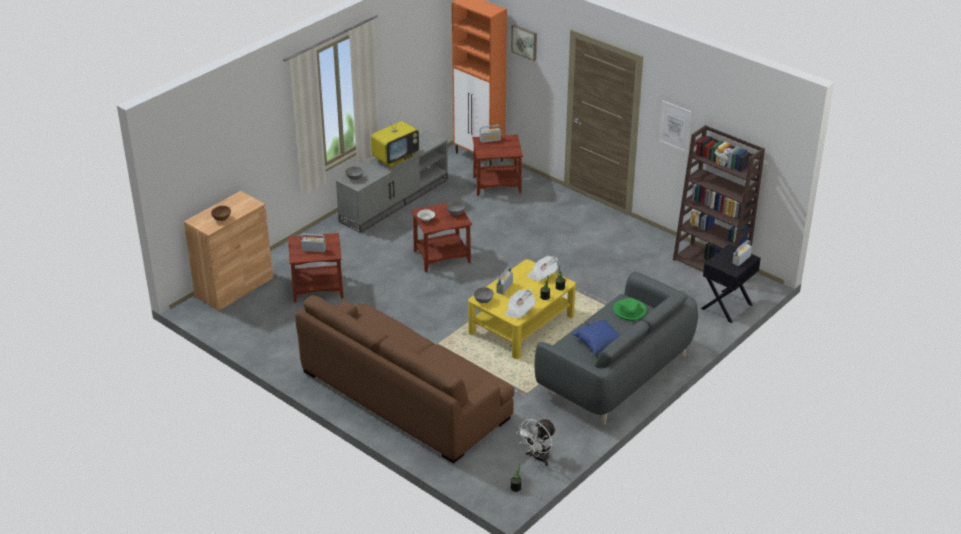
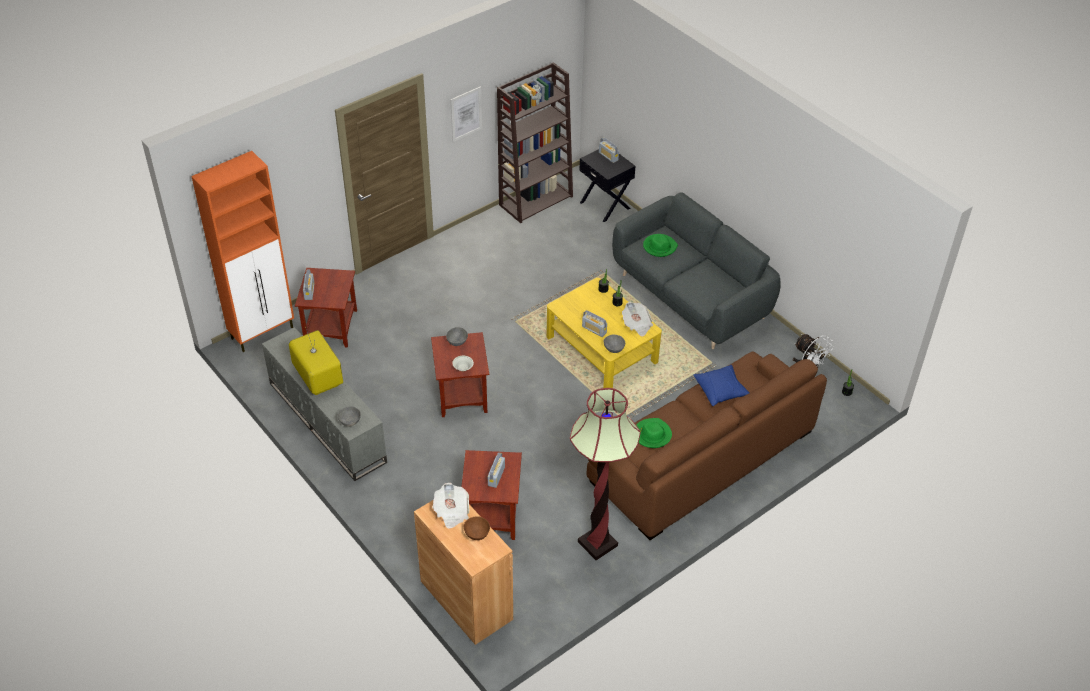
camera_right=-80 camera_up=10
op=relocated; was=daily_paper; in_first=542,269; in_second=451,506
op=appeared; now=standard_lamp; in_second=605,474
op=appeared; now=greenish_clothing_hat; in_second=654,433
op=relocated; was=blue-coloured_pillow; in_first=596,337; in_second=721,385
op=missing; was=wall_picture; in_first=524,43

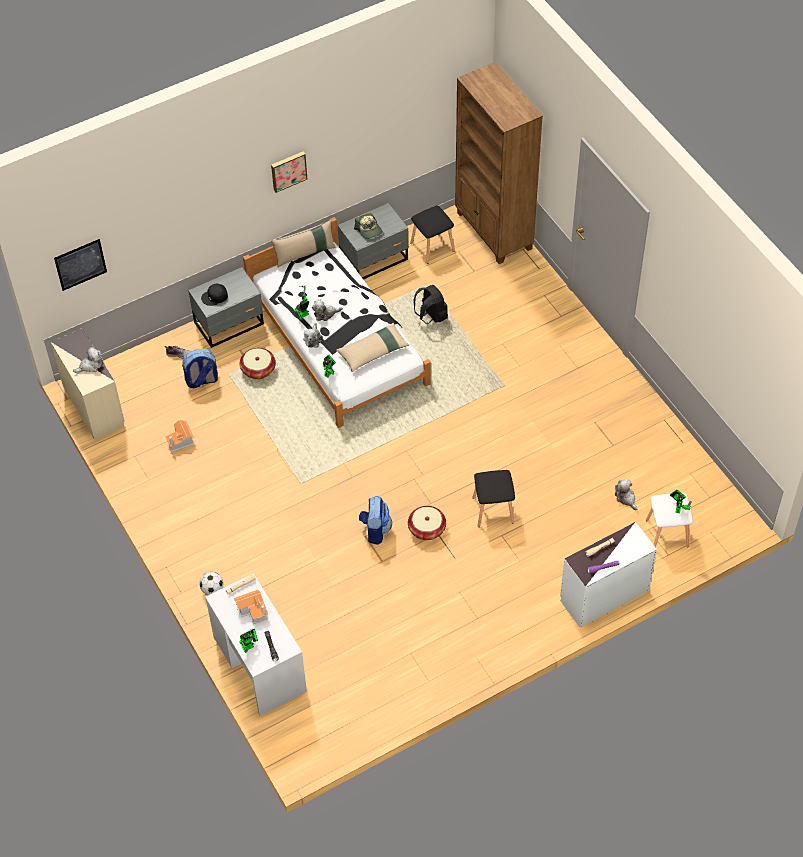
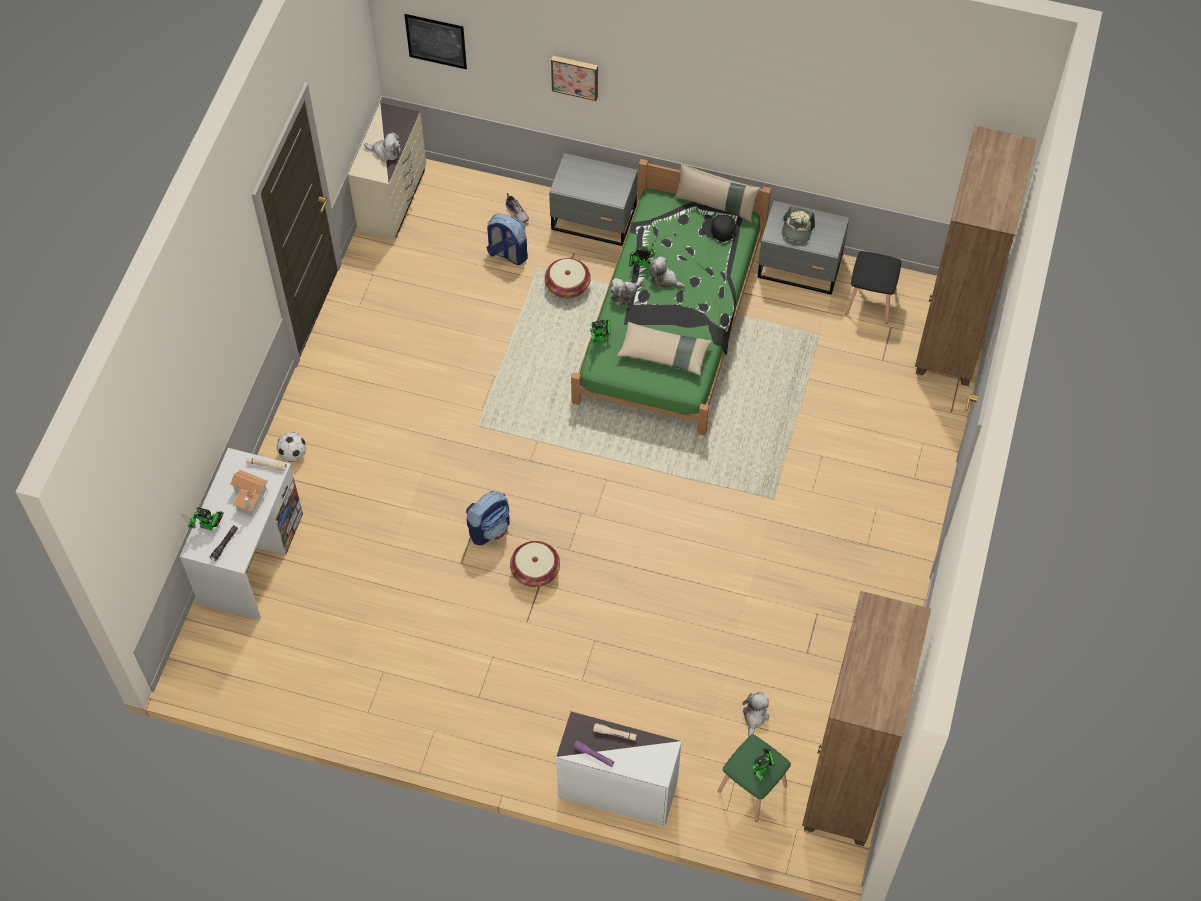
camera_right=45 camera_up=5
op=relocated; was=wall_picture; in_first=289,172; in_second=574,78
op=colour; was=white-coloured_sleeping_bed; now=greenish_sleeping_bed; in_first=337,322; in_second=671,297
op=relocated; was=black_peaked_cap; in_first=214,295; in_second=719,228
op=colour; was=white-coloured_stool; now=greenish_stool; in_first=669,520; in_second=754,778
op=appeared; now=brown-coloured_shelving_unit; in_second=866,718
op=missing; was=miniature_house; in_first=179,436
op=missing; was=black_rucksack; in_first=430,304
op=missing; was=black_stool; in_first=493,498

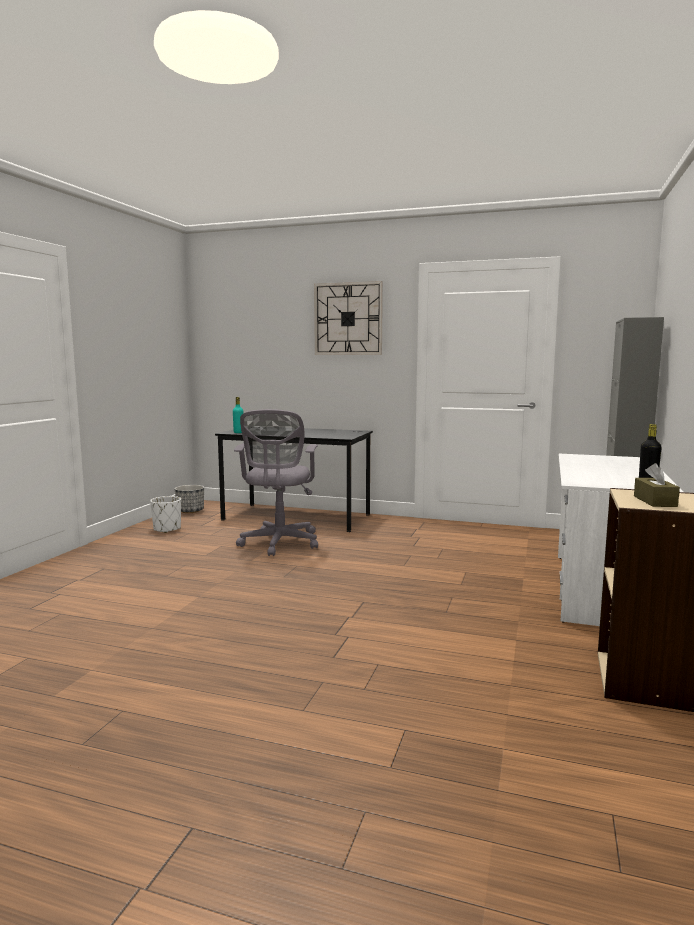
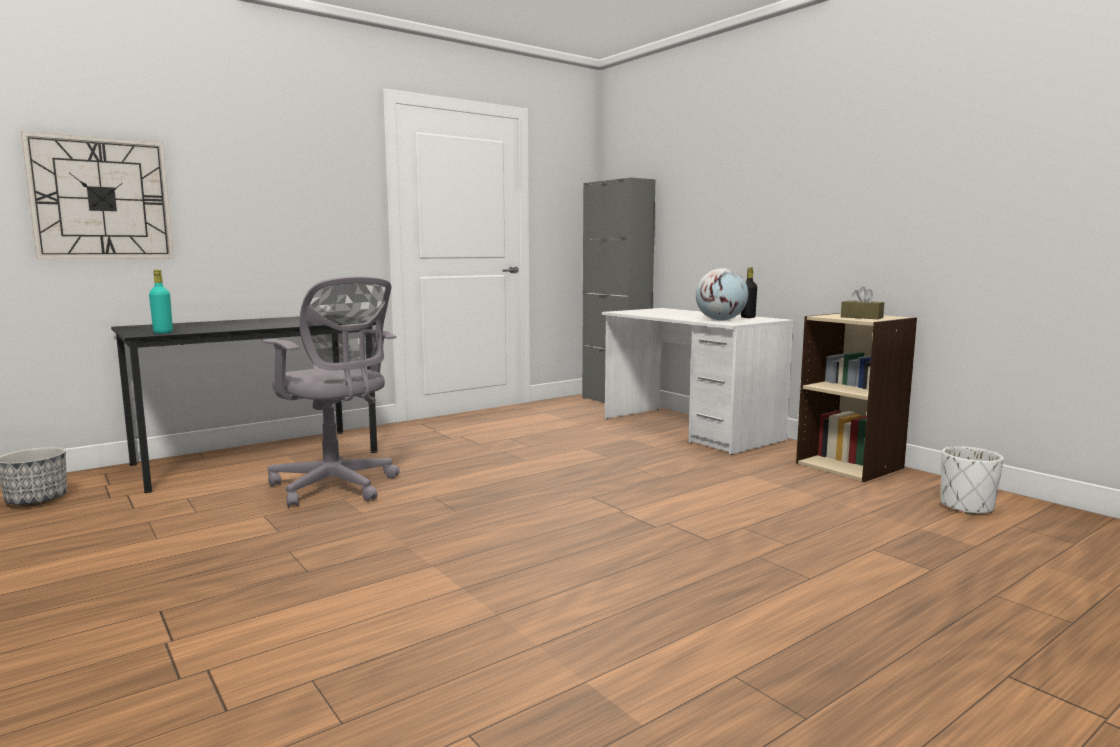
camera_right=-55 camera_up=0
op=relocated; was=clock_on_the_wall; in_first=348,318; in_second=97,195
op=appeared; now=globe; in_second=722,294
op=relocated; was=white-coloured_planter; in_first=165,514; in_second=972,480

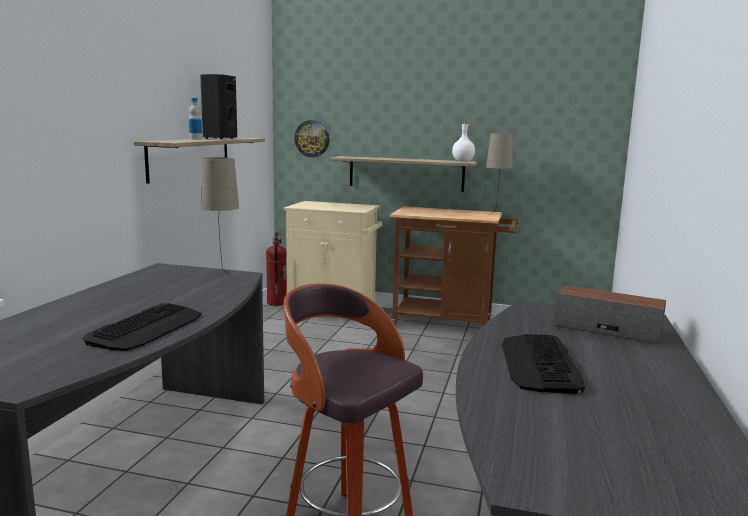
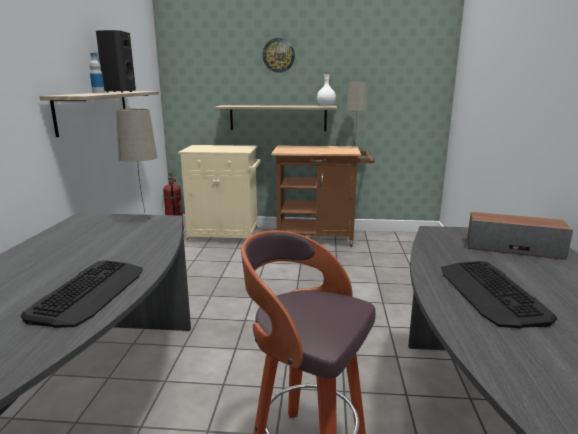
camera_right=-10 camera_up=5
op=relocated; was=clock_on_the_wall; in_first=312,138; in_second=278,55

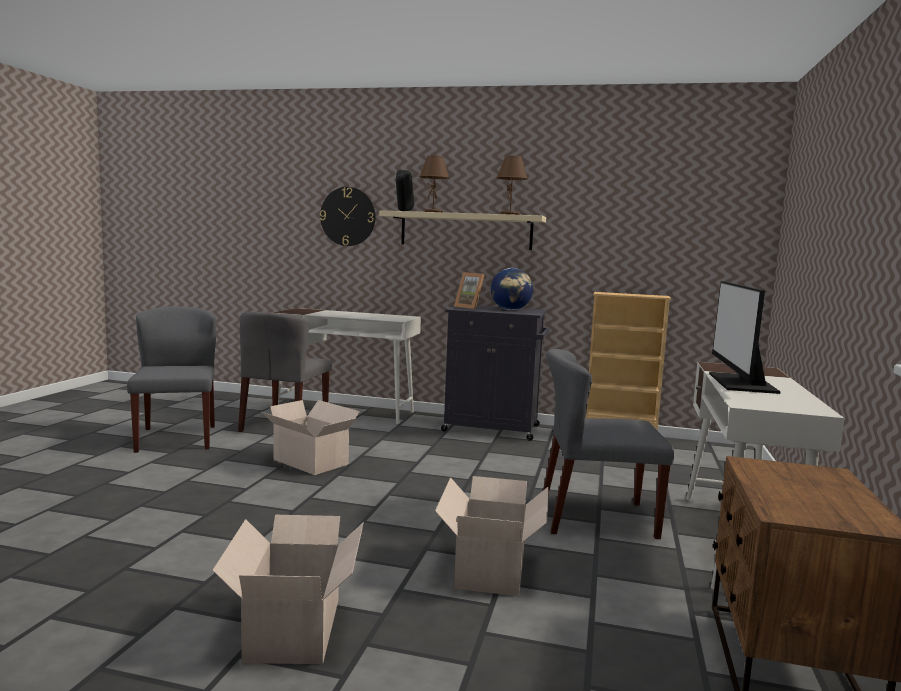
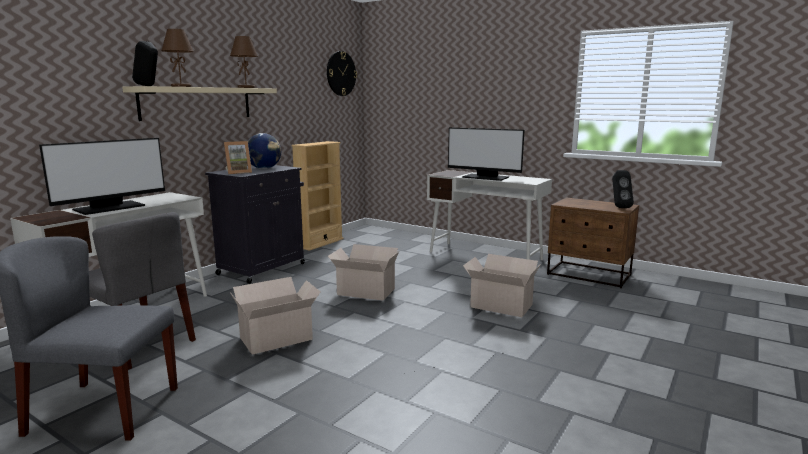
camera_right=-70 camera_up=5
op=appeared; now=computer_display; in_second=102,176
op=relocated; was=clock_on_the_wall; in_first=348,216; in_second=342,73
op=relocated; was=carton; in_first=288,589; in_second=363,272
op=appeared; now=black_audio_speaker; in_second=623,189
op=missing; was=gray_chair; in_first=608,444

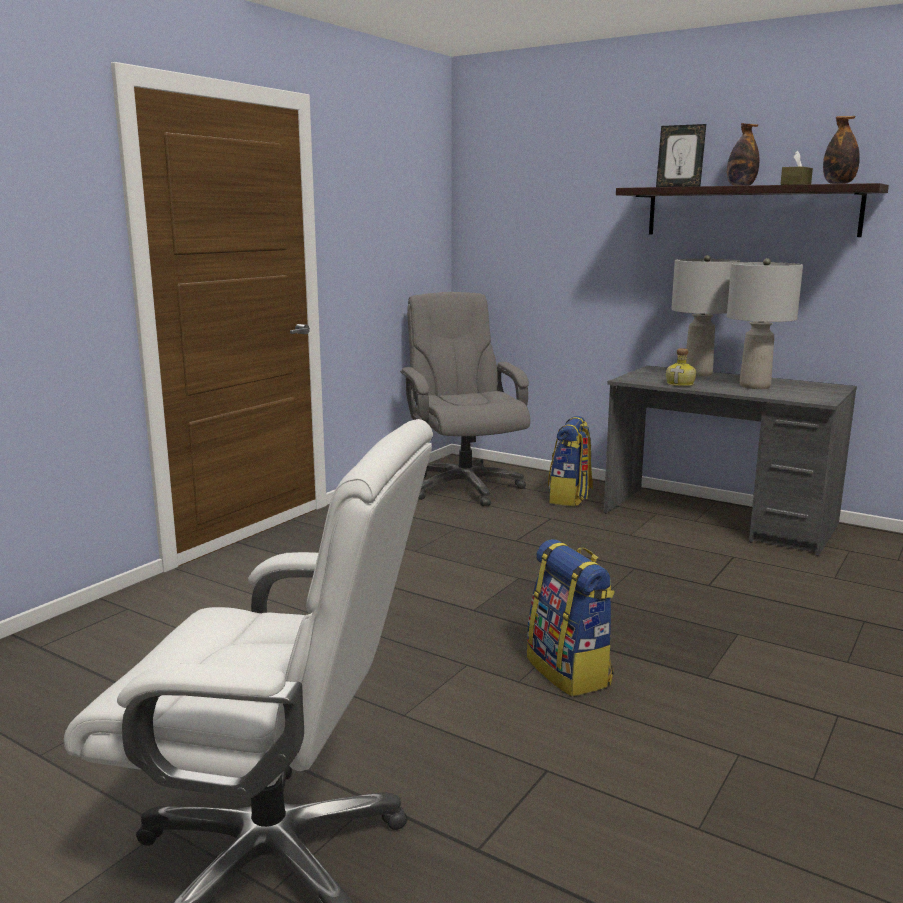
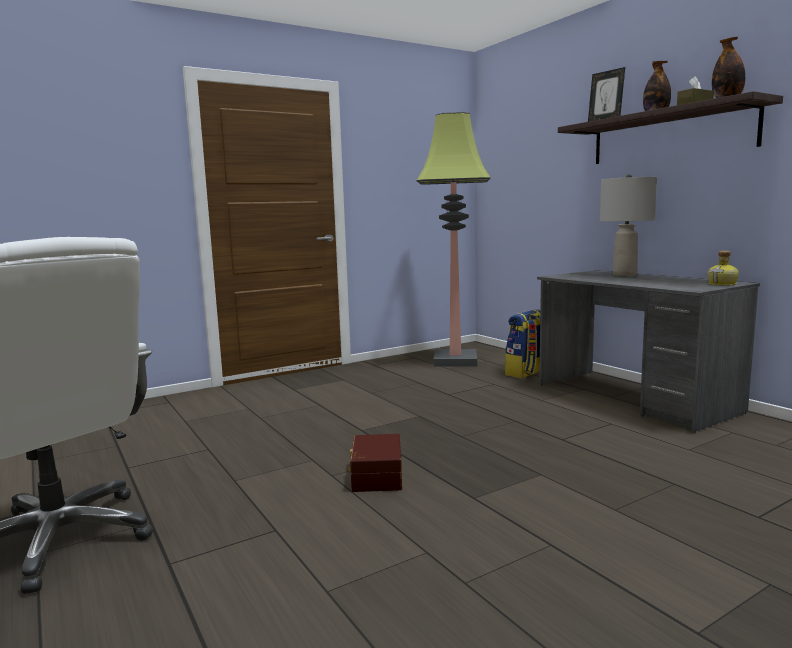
camera_right=25 camera_up=-5
op=exchanged; was=rucksack; now=brown-coloured_storage_bin; in_first=571,618; in_second=375,463
op=exchanged; was=gray_office_chair; now=standard_lamp; in_first=465,399; in_second=453,239
op=relocated; was=beverage_bottle; in_first=681,367; in_second=723,268
op=missing; was=gray_table_lamp; in_first=765,323

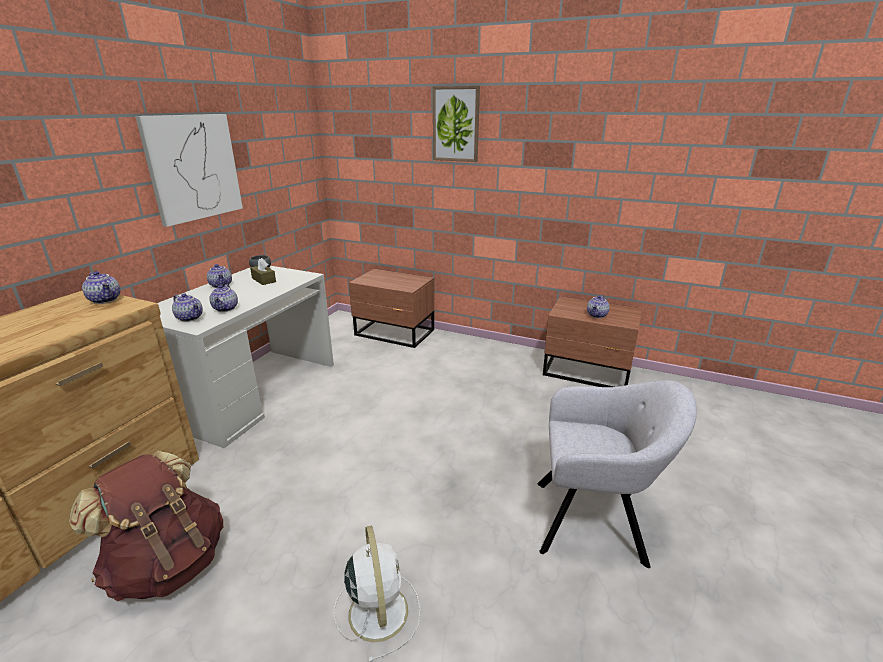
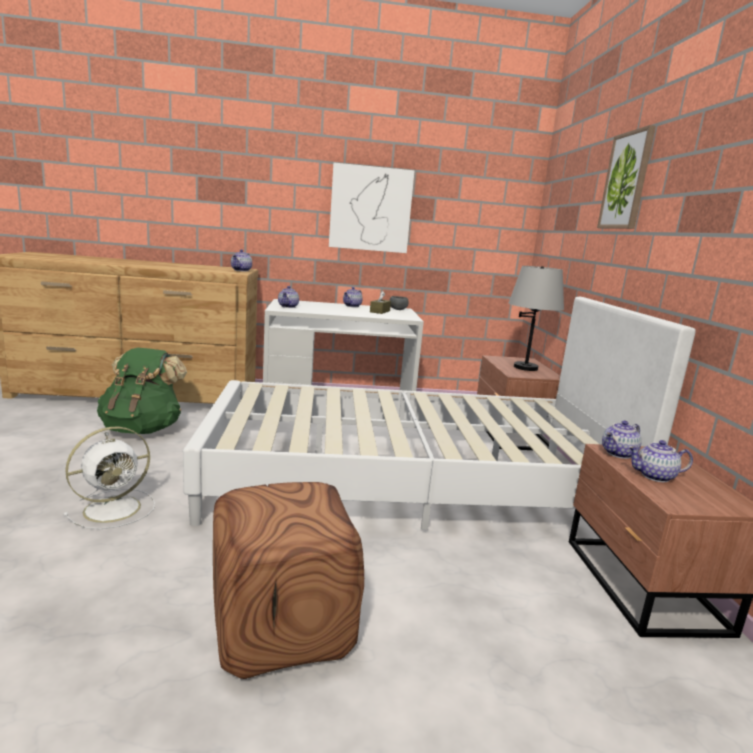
camera_right=60 camera_up=-10
op=colour; was=brown-coloured_rucksack; now=greenish_rucksack; in_first=146,526; in_second=142,391
op=appeared; now=white-coloured_sleeping_bed; in_second=439,413
op=exchanged; was=gray_armchair; now=brown-coloured_footrest; in_first=617,474; in_second=288,580
op=appeared; now=gray_table_lamp; in_second=536,318
op=relocated; was=tea_pot; in_first=223,298; in_second=622,440

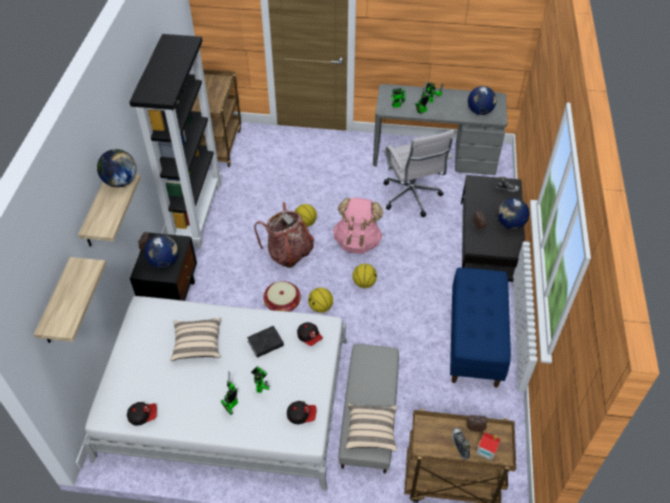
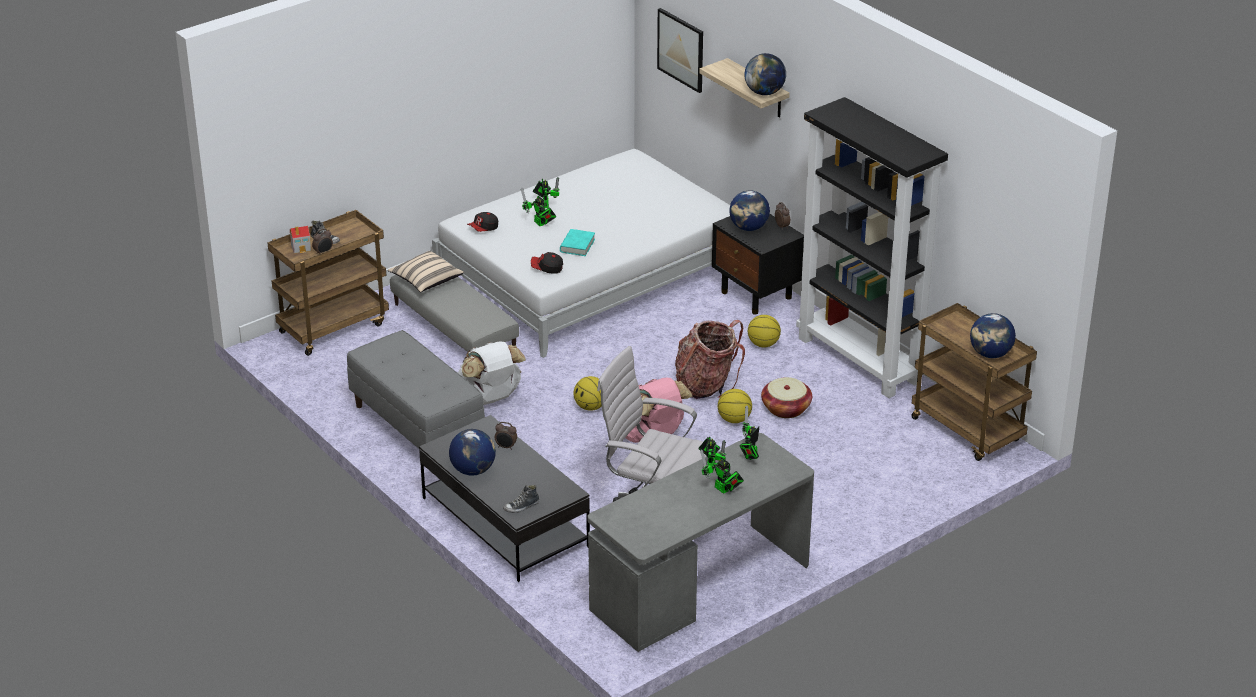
camera_right=135 camera_up=-15
op=colour; was=blue-coloured_indoor_bench; now=gray_indoor_bench; in_first=480,327; in_second=416,389
op=appeared; now=white-coloured_rucksack; in_second=492,373
op=colour; was=black_bound_book; now=turquoise-coloured_bound_book; in_first=265,342; in_second=577,242
op=exchanged; was=wall_shelf; now=wall_picture; in_first=70,300; in_second=680,50
op=relocated; was=basketball_ball; in_first=320,300; in_second=764,331
op=relocated; was=storage_basket; in_first=282,296; in_second=786,397
op=relocated; was=globe; in_first=482,100; in_second=993,335
op=missing; was=peaked_cap; in_first=142,414
op=missing; was=sand-coloured_pillow; in_first=196,339

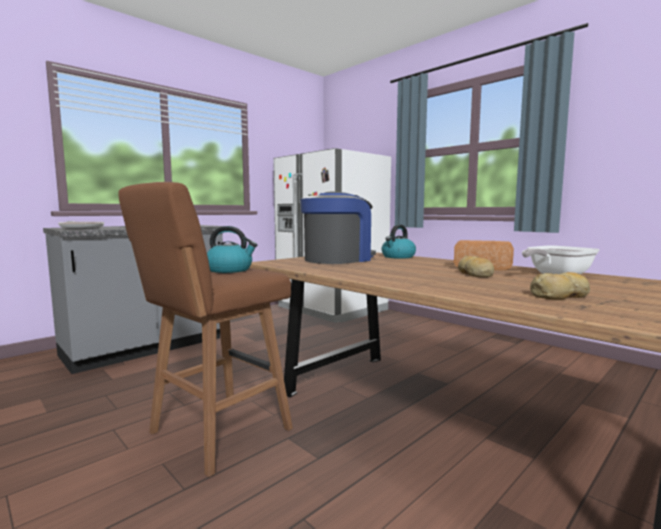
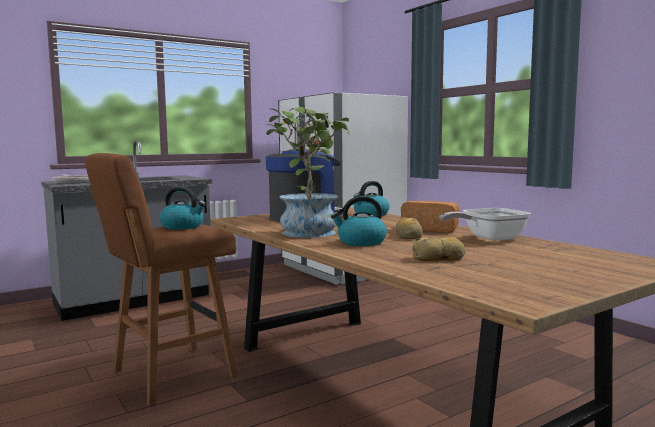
camera_right=10 camera_up=0
op=appeared; now=plant_in_a_pot; in_second=308,172
op=appeared; now=water_kettle; in_second=359,221

